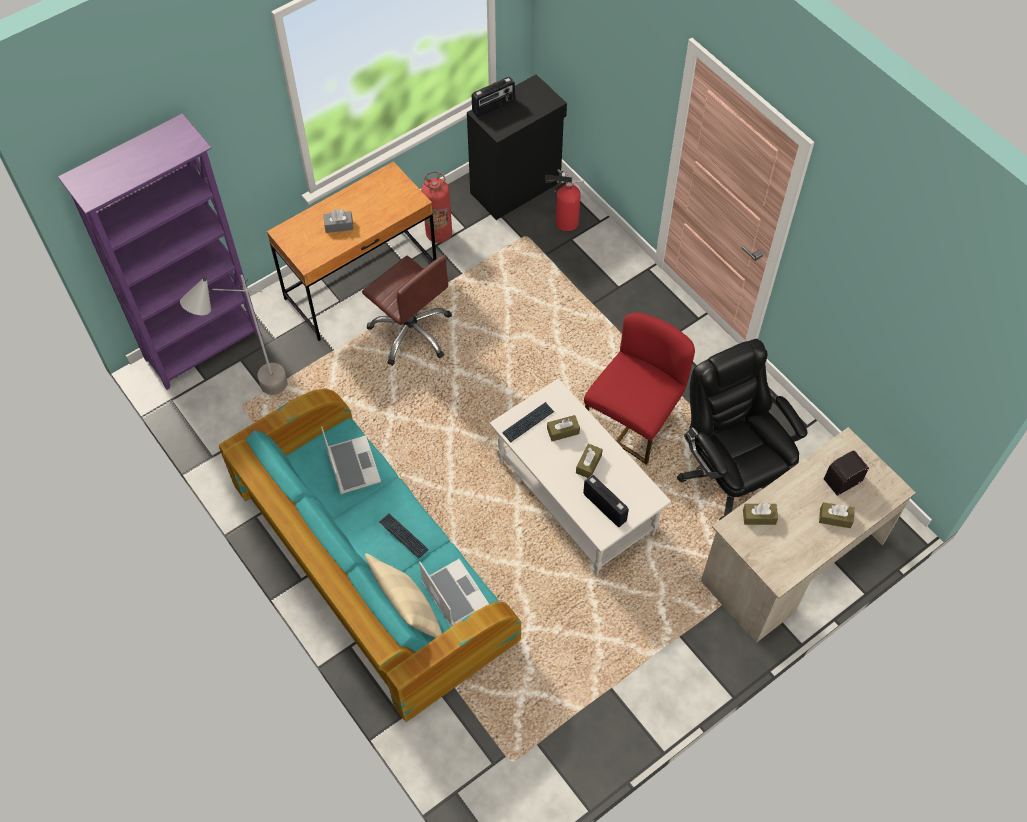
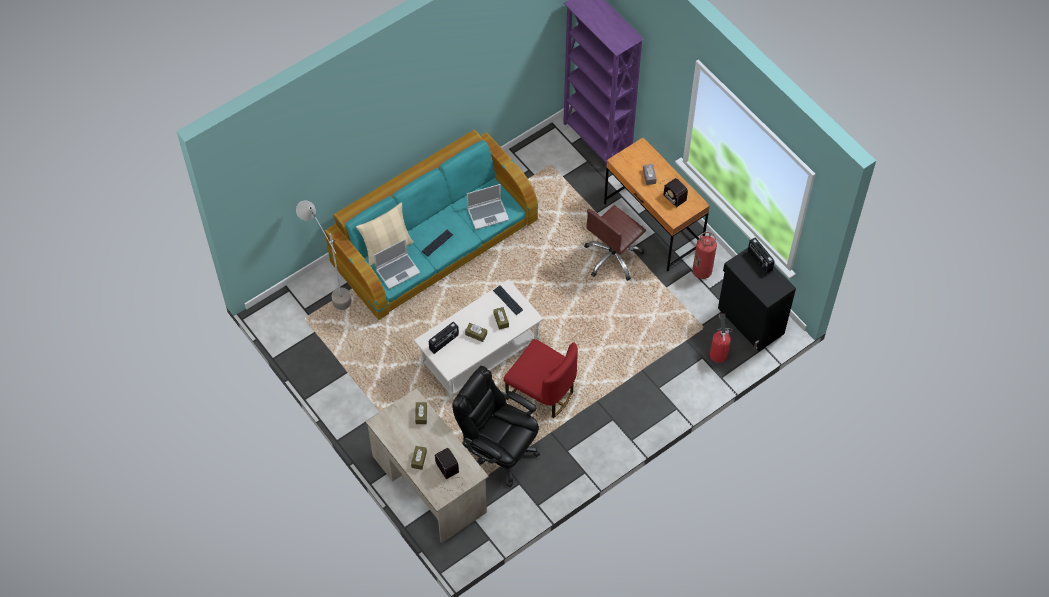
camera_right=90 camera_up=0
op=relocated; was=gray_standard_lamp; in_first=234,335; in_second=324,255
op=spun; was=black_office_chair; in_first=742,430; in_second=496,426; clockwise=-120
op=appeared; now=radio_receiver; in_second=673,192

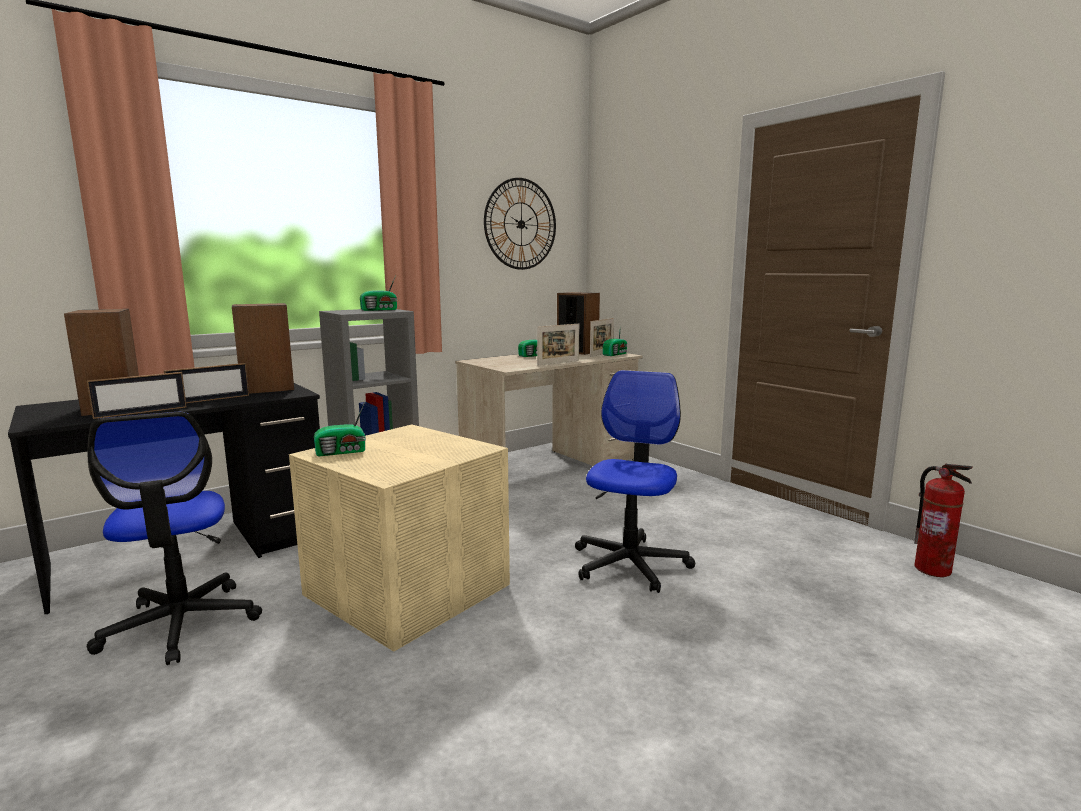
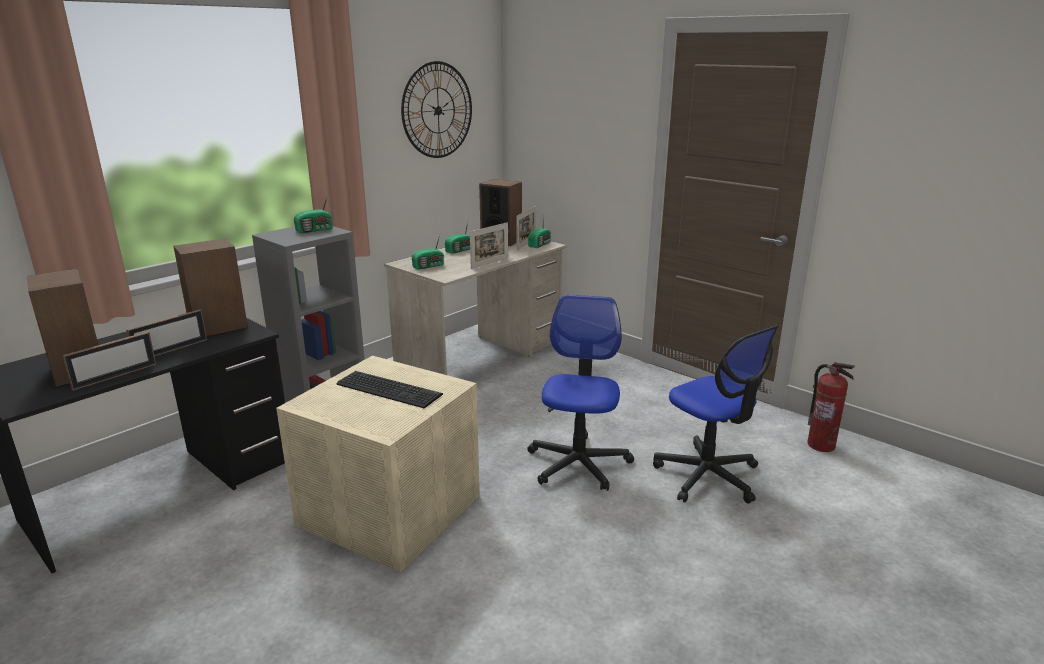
camera_right=-10 camera_up=10
op=appeared; now=keyboard; in_second=389,389
op=relocated; was=radio_receiver; in_first=340,429; in_second=428,252
op=relocated; was=office_chair; in_first=174,538; in_second=716,414

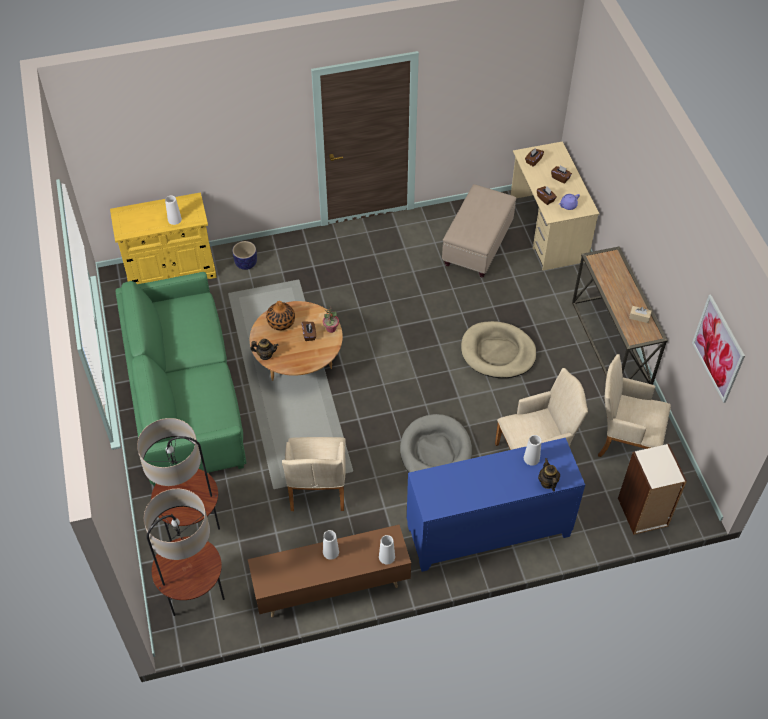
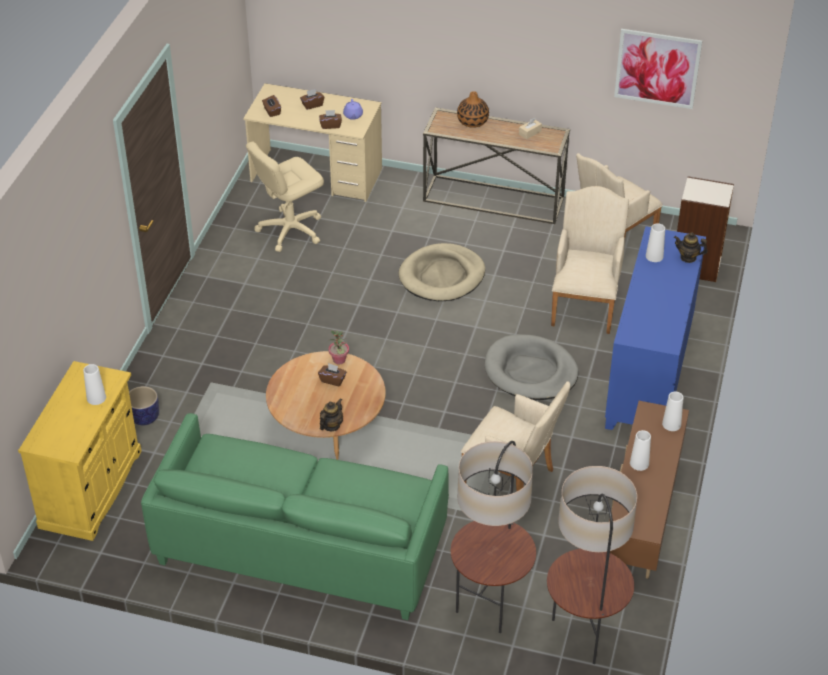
camera_right=-60 camera_up=-10
op=exchanged; was=sand-coloured_footrest; now=sand-coloured_office_chair; in_first=479,230; in_second=285,196
op=relocated; was=vase; in_first=280,315; in_second=473,109

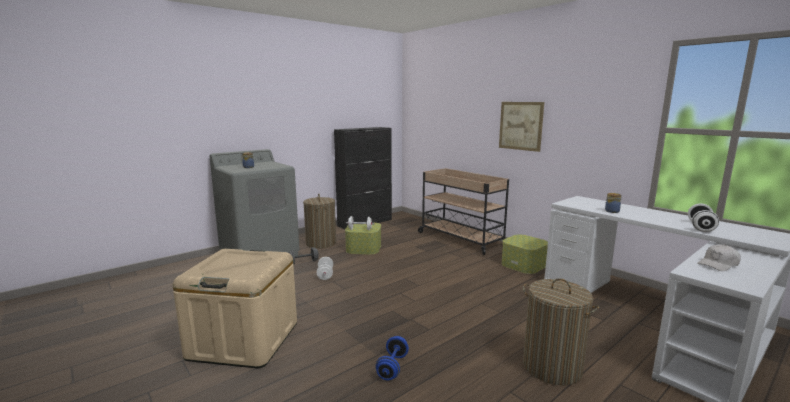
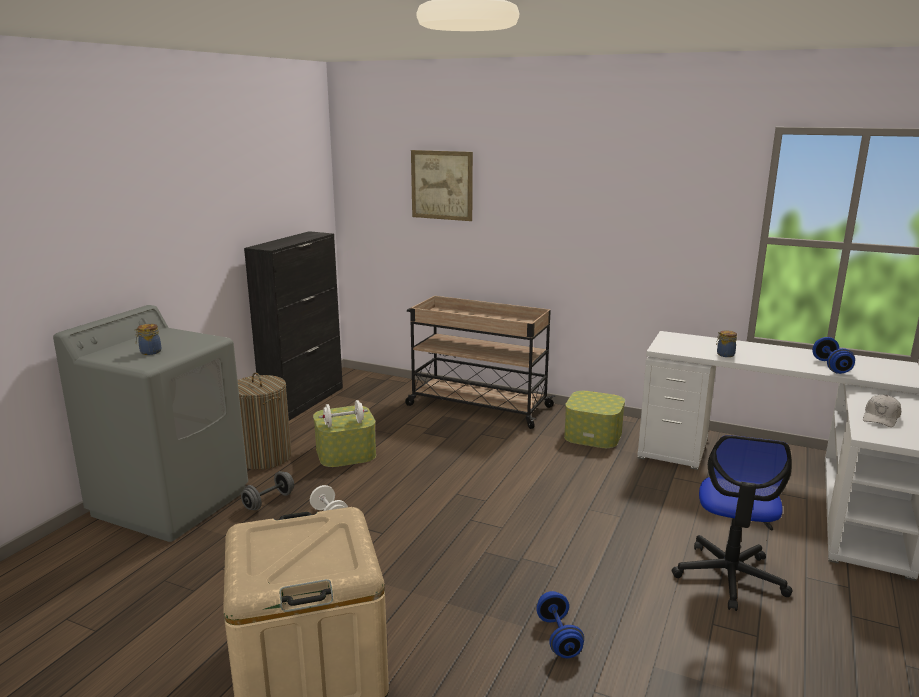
camera_right=-25 camera_up=5
op=relocated; was=wall_picture; in_first=521,127; in_second=442,185
op=exchanged; was=washing_basket; now=office_chair; in_first=561,331; in_second=732,523
op=colour; was=white-coloured_dumbbell; now=blue-coloured_dumbbell; in_first=703,218; in_second=833,355

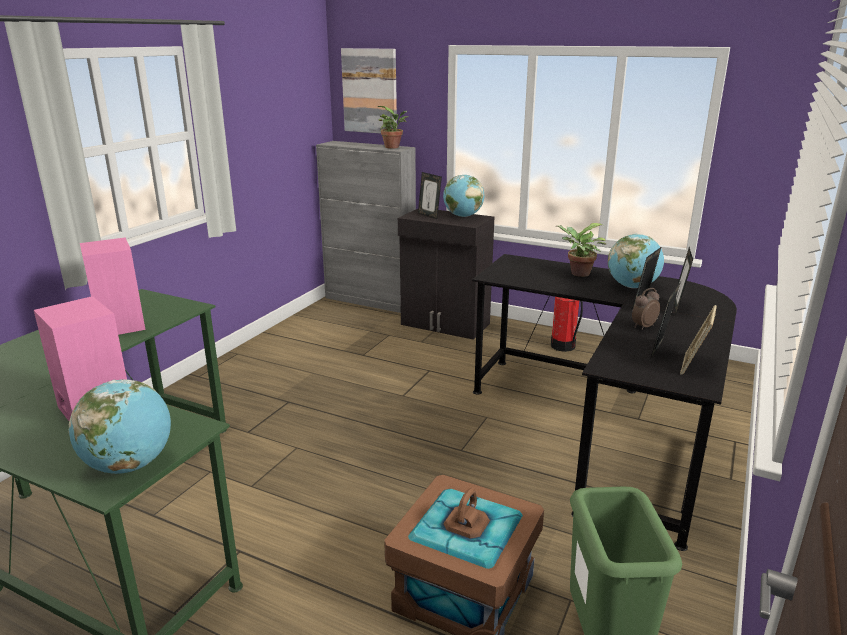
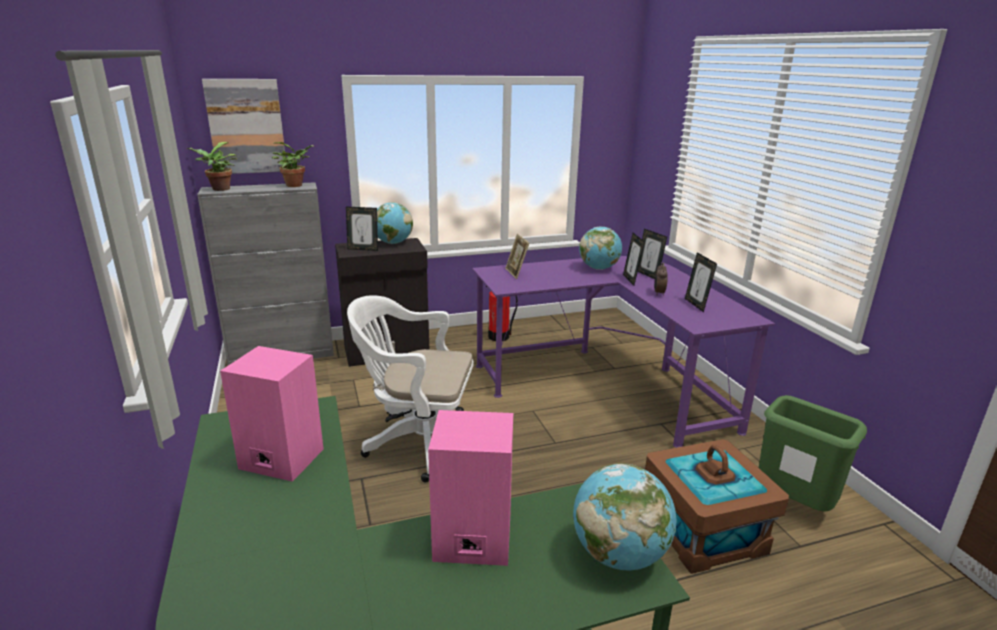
camera_right=-45 camera_up=0
op=relocated; was=plant_in_a_pot; in_first=582,250; in_second=212,166
op=appeared; now=white-coloured_office_chair; in_second=410,389
op=colour; was=black_desk_table; now=purple_desk_table; in_first=604,402; in_second=623,352
op=relocated; was=standing_frame; in_first=698,340; in_second=517,256

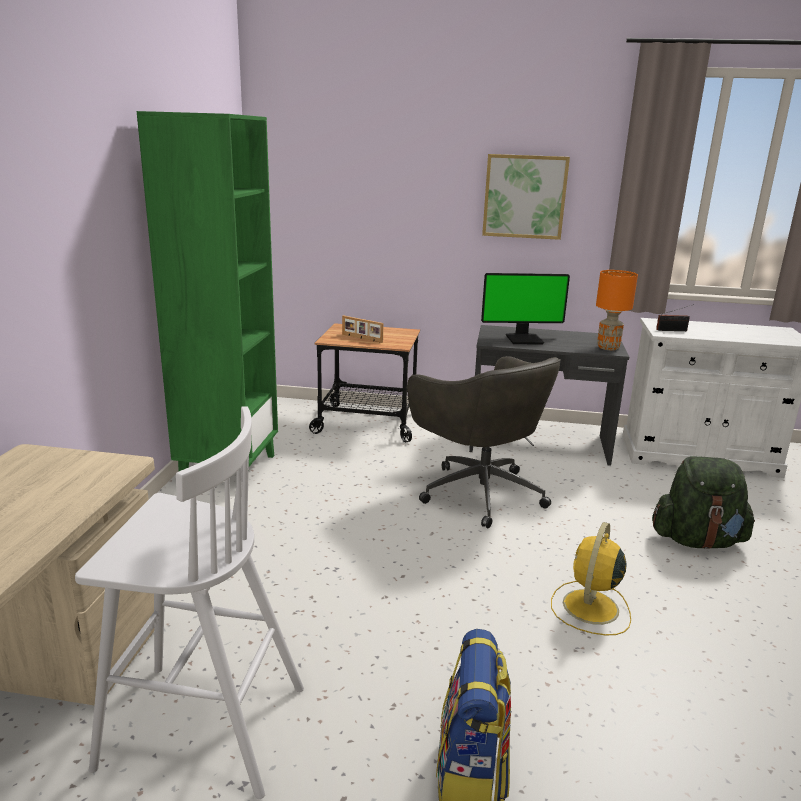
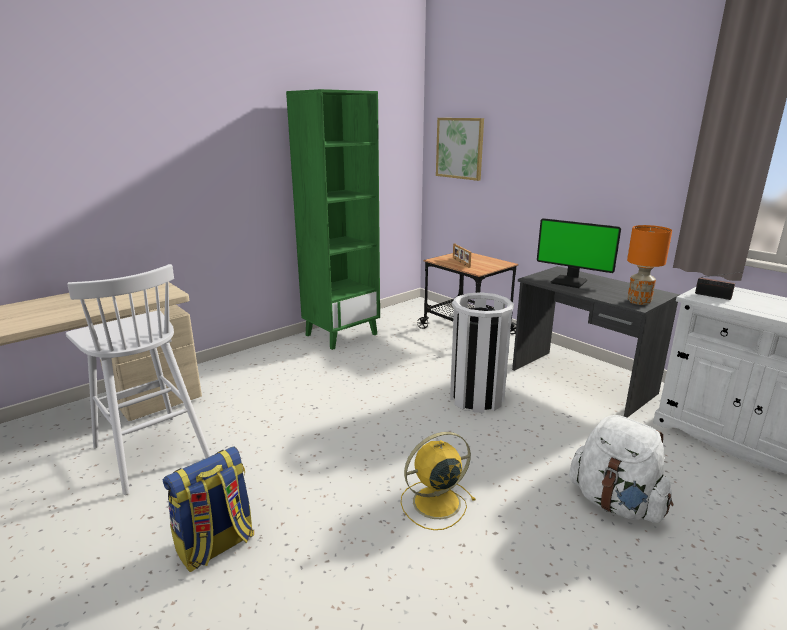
camera_right=40 camera_up=0
op=relocated; was=wall_picture; in_first=526,197; in_second=460,149
op=exchanged; was=gray_office_chair; now=white-coloured_rubbish_bin; in_first=484,442; in_second=482,352
op=colour; was=greenish_rucksack; now=white-coloured_rucksack; in_first=703,502; in_second=621,469

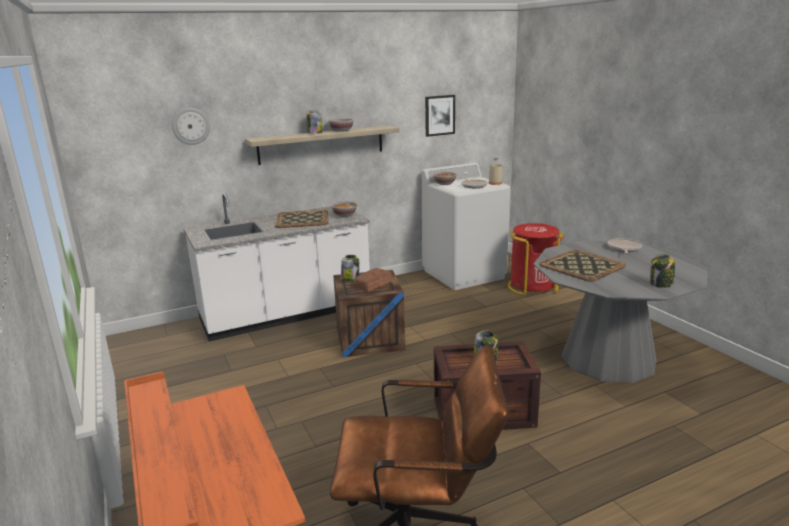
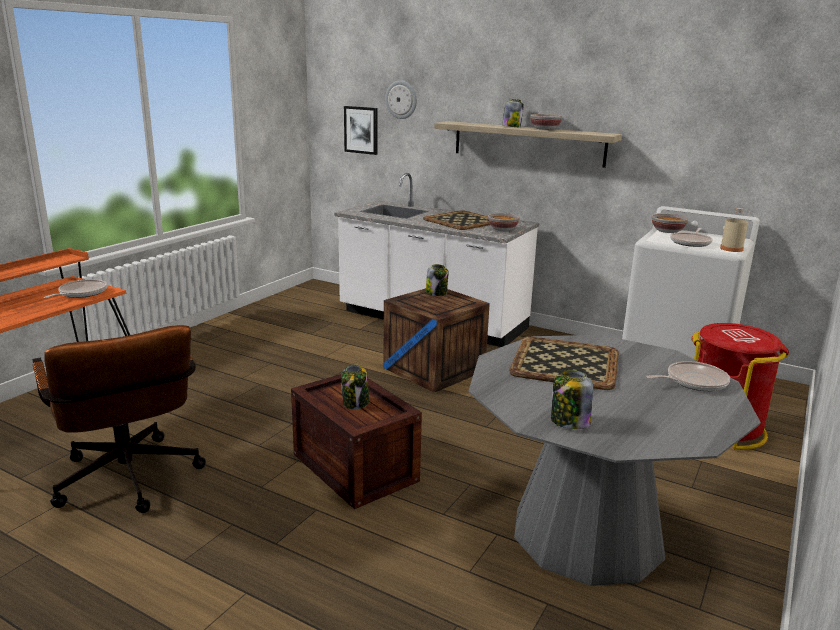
camera_right=55 camera_up=0
op=appeared; now=pan; in_second=75,288
op=relocated; was=wall_picture; in_first=440,116; in_second=361,130
op=missing; was=bakery_bread; in_first=373,280

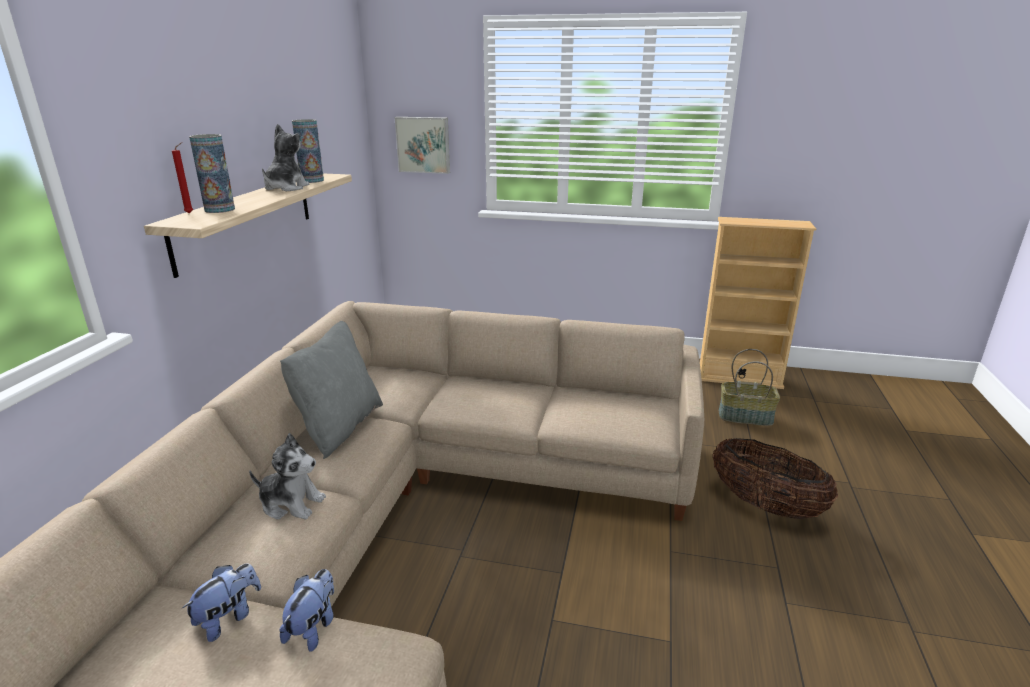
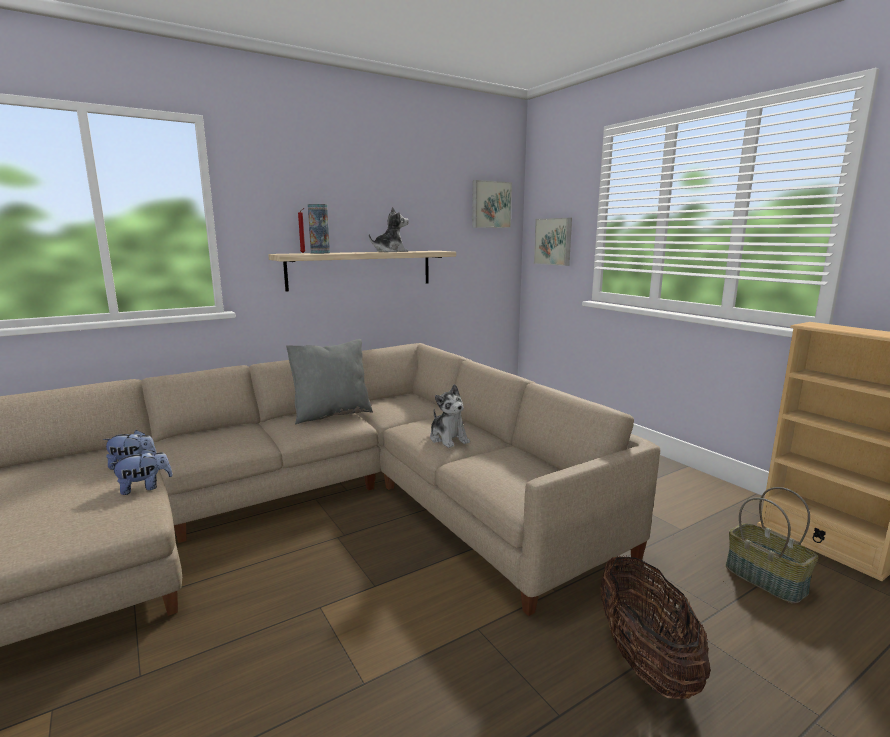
camera_right=45 camera_up=-10
op=relocated; was=soft_toy; in_first=287,476; in_second=450,416
op=appeared; now=wall_picture; in_second=492,204
op=missing; was=vase; in_first=308,151

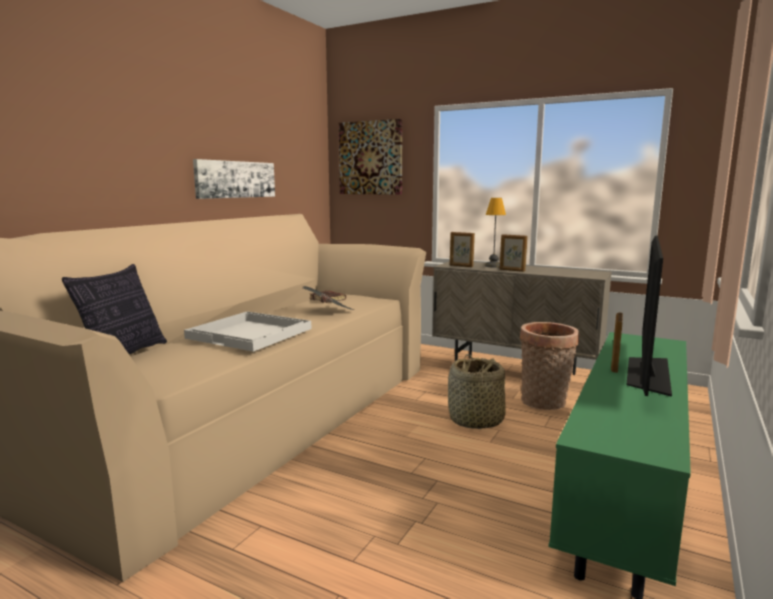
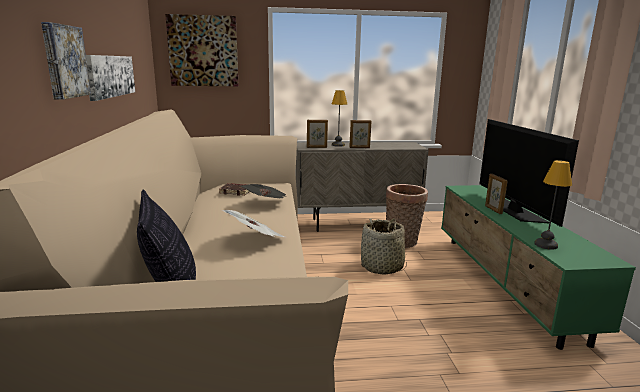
camera_right=-35 camera_up=5
op=appeared; now=wall_picture; in_second=66,61
op=exchanged; was=white-coloured_tray; now=daily_paper; in_first=248,331; in_second=253,223
op=appeared; now=table_lamp; in_second=553,205

